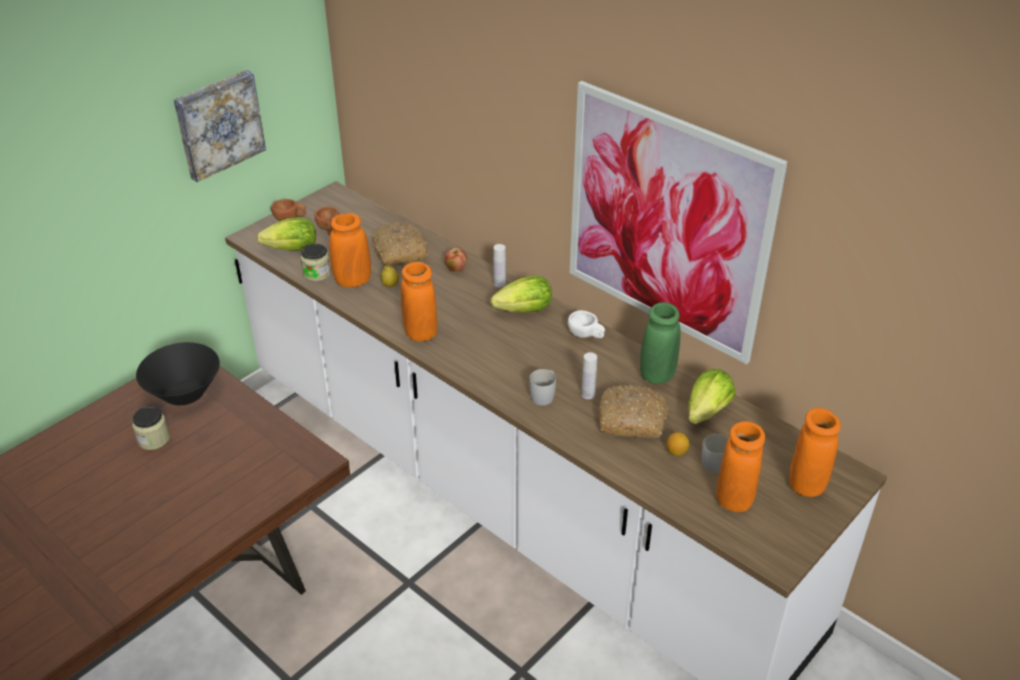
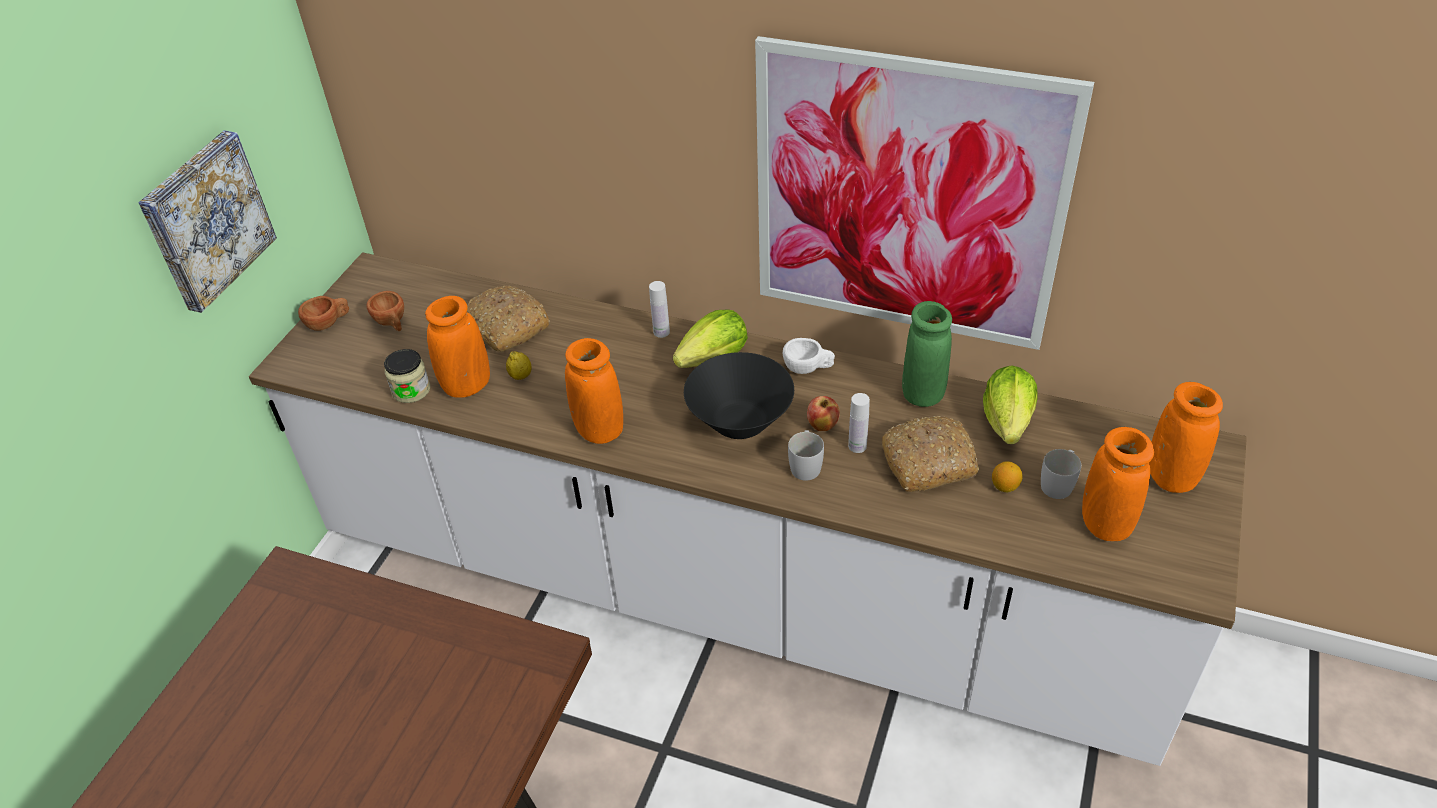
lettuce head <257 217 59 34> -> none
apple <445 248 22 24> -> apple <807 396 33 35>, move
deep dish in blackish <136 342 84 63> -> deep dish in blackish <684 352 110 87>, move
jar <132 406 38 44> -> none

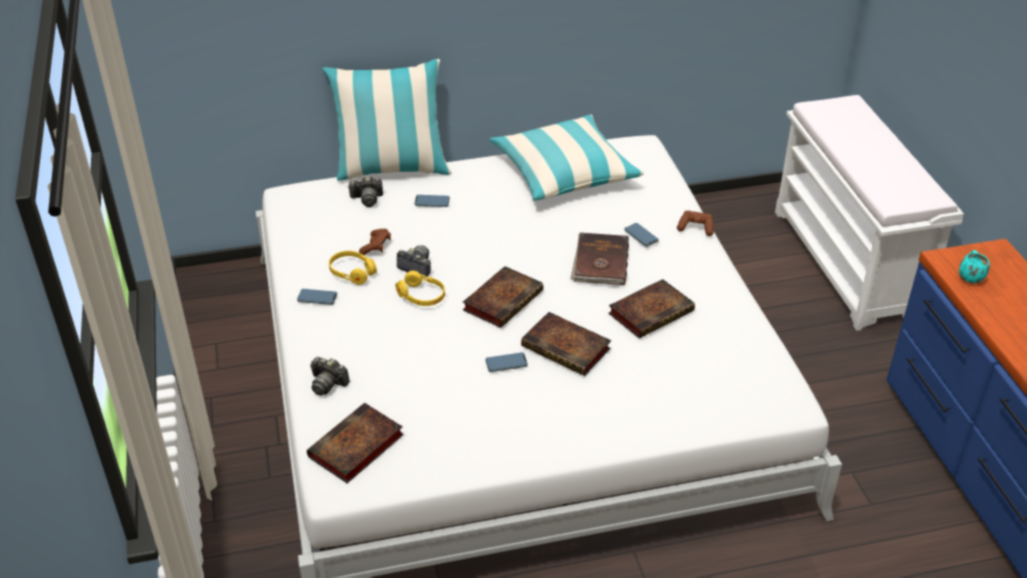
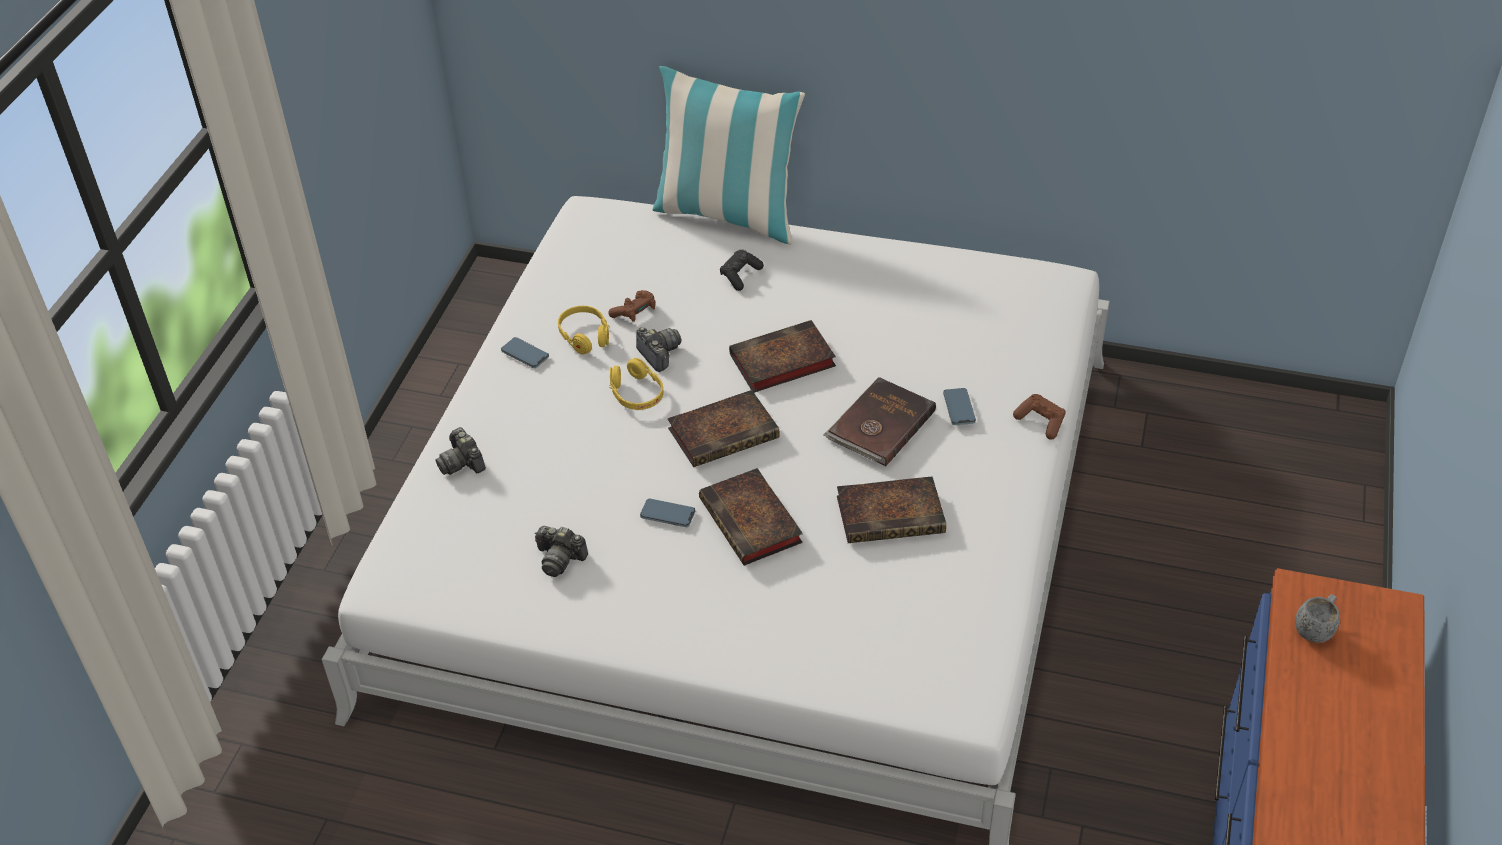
indoor bench in white <775 95 189 236> -> none
throw pillow <489 114 155 87> -> none
photo camera <348 176 35 31> -> photo camera <535 526 53 51>, move
phone <415 195 35 12> -> game controller in blackish <720 250 44 41>
mug in blue-green <959 250 31 33> -> mug in gray <1295 594 45 49>
bound book <307 403 97 80> -> bound book <729 320 107 73>, move

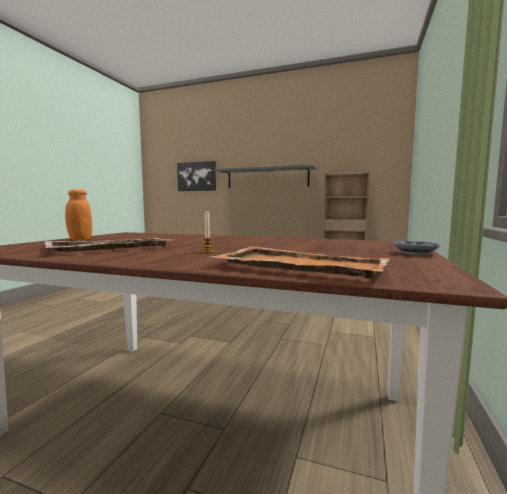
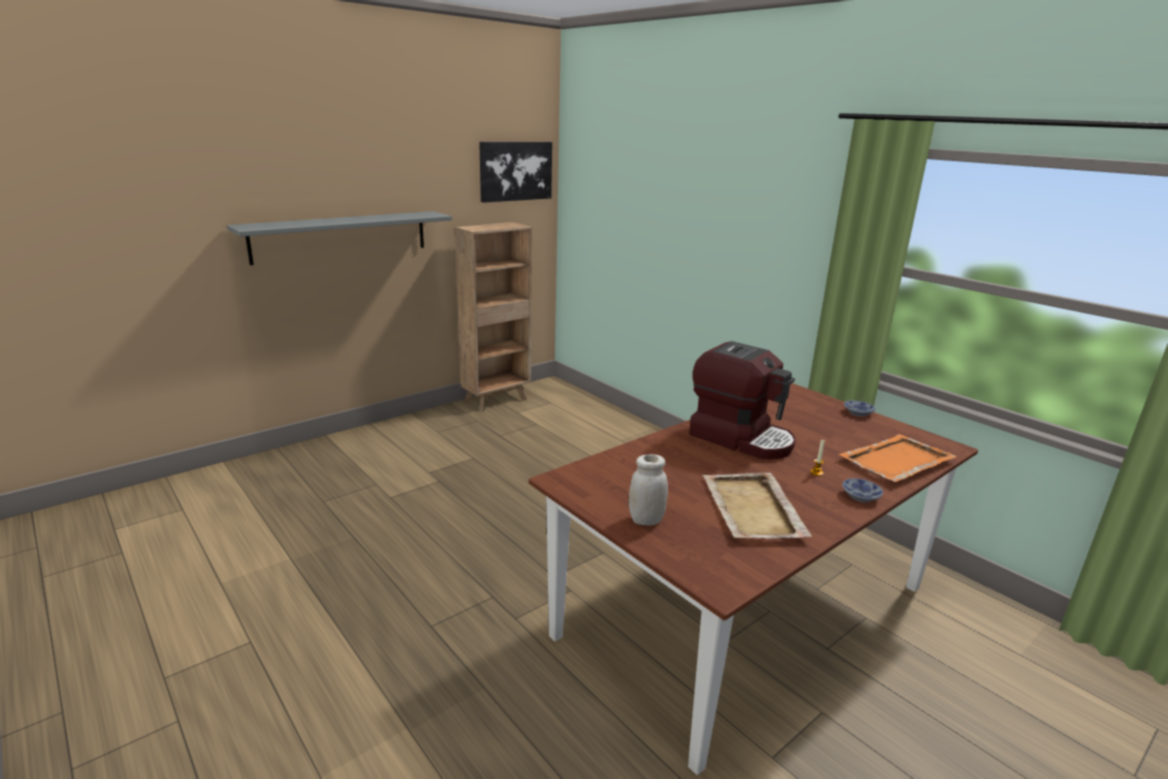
wall art <177 161 39 30> -> wall art <479 142 73 61>, move
jar in orange-coloured <65 190 27 51> -> jar in white <629 454 39 72>
none -> coffee machine <689 341 107 118>
none -> deep dish <842 478 41 24>

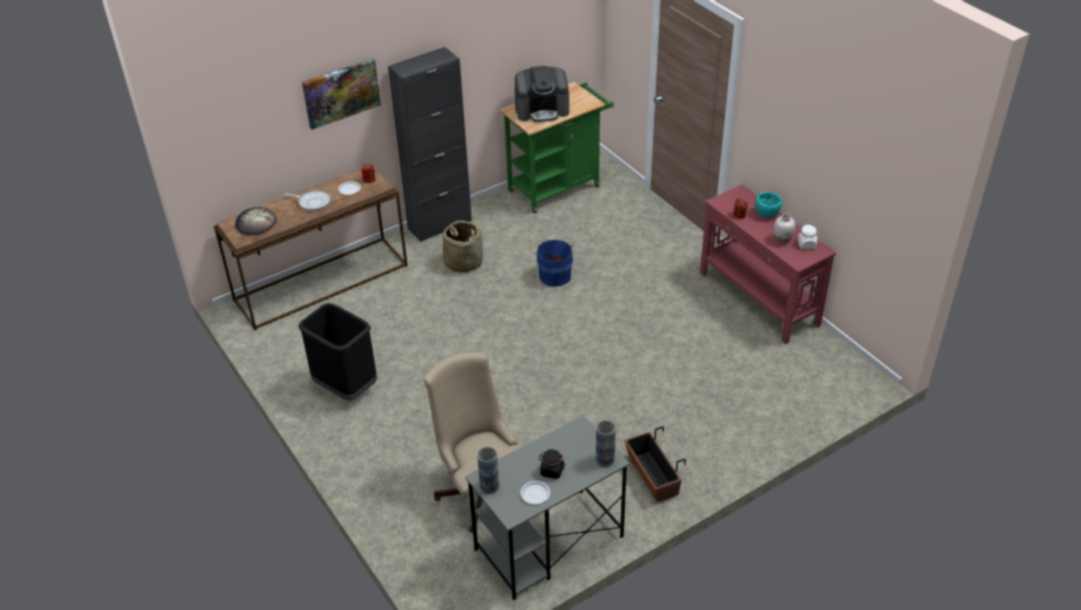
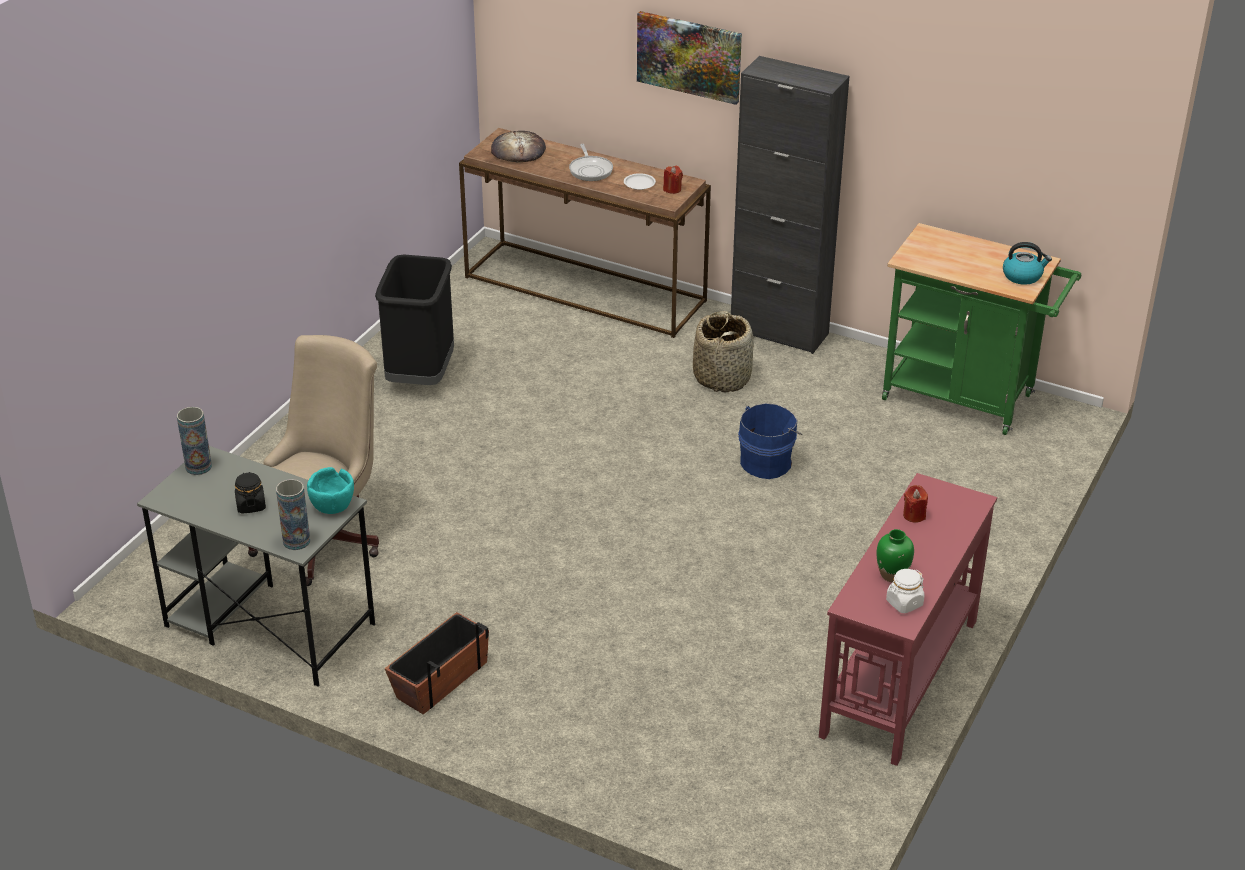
coffee machine <514 66 55 56> -> none
deep dish in blue-green <755 192 27 26> -> deep dish in blue-green <307 467 47 47>, move
vase in white <774 214 22 30> -> vase in green <876 529 38 53>
flat dish in white <521 481 29 23> -> none
none -> kettle <1003 242 49 43>

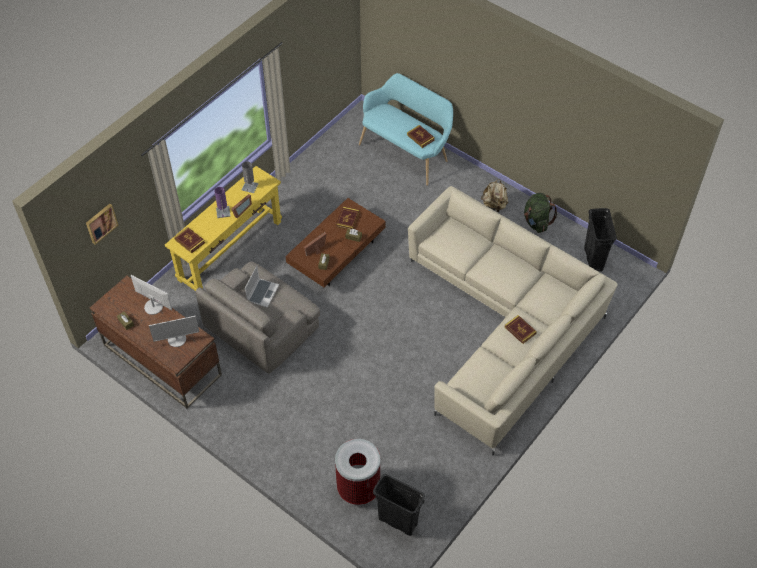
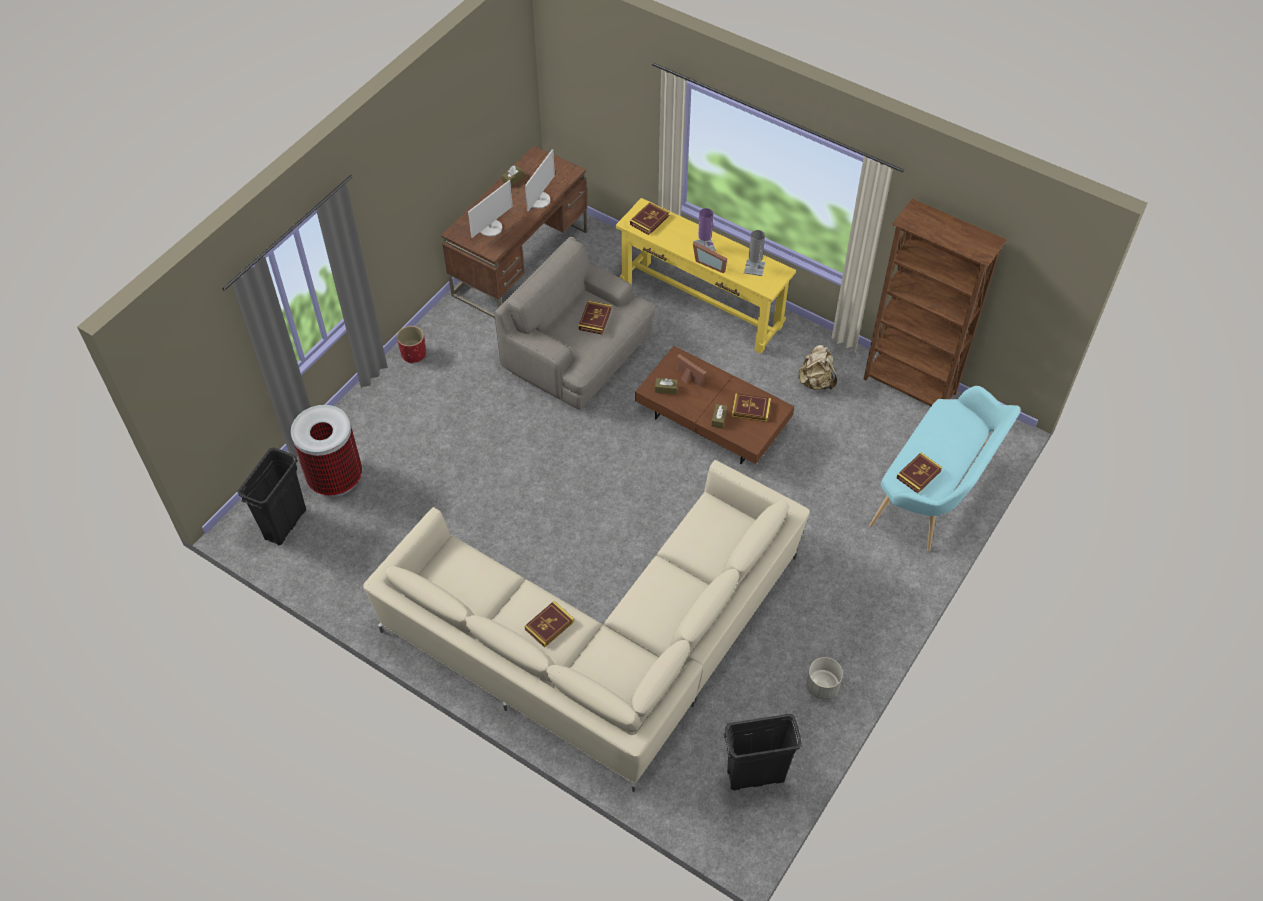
knapsack in beige-coloured <481 179 27 33> -> knapsack in beige-coloured <798 345 39 45>, move
knapsack in green <524 193 34 40> -> plant pot in gray <806 657 37 43>
wall art <86 204 33 41> -> none
portable computer <245 266 34 42> -> bound book <578 301 34 34>
monitor <149 316 50 31> -> monitor <468 180 45 58>, 120 degrees counterclockwise
none -> shelving unit in brown <863 199 144 207>
none -> plant pot in reddish <397 326 29 37>

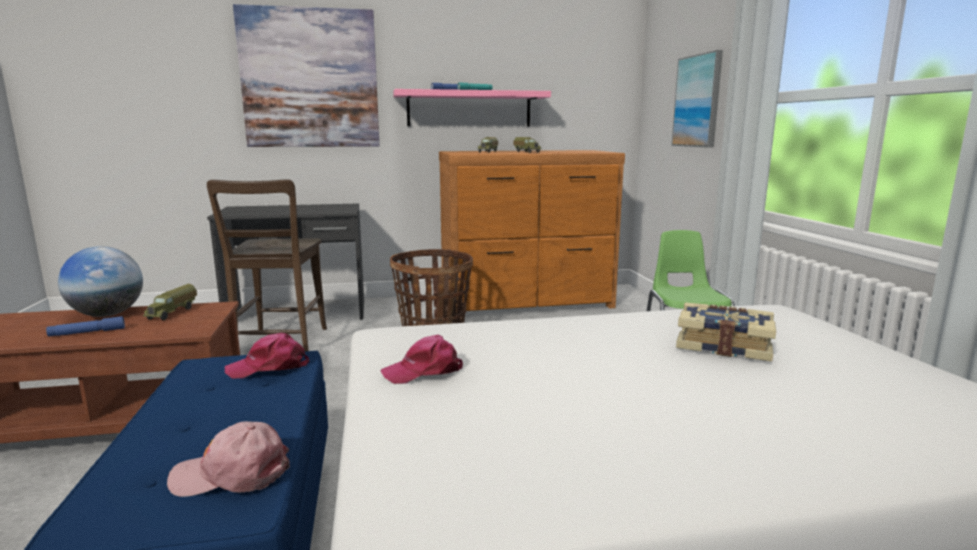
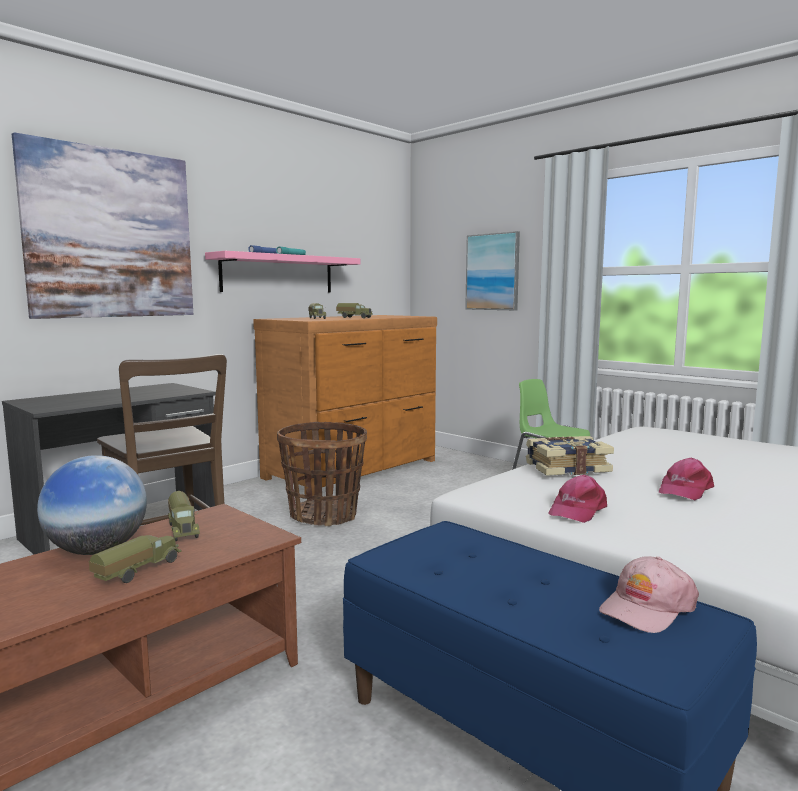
bound book <676 302 100 60> -> bound book <526 436 88 40>, move
flashlight in blue <46 316 79 21> -> toy truck <89 535 93 48>
peaked cap in pinkish <225 333 85 46> -> peaked cap in pinkish <659 457 55 43>, move

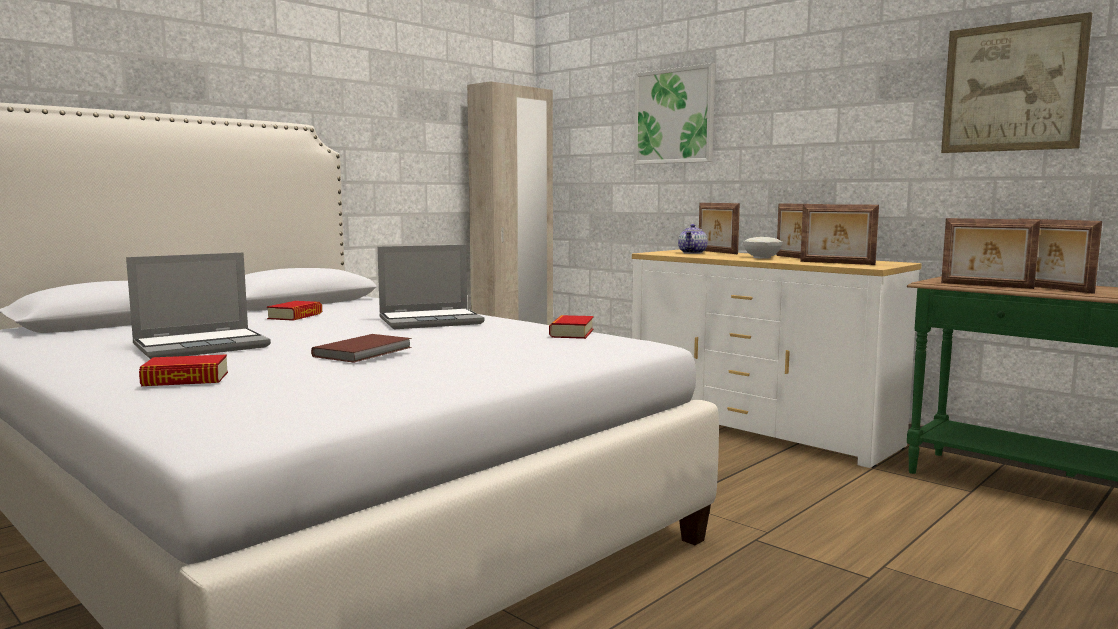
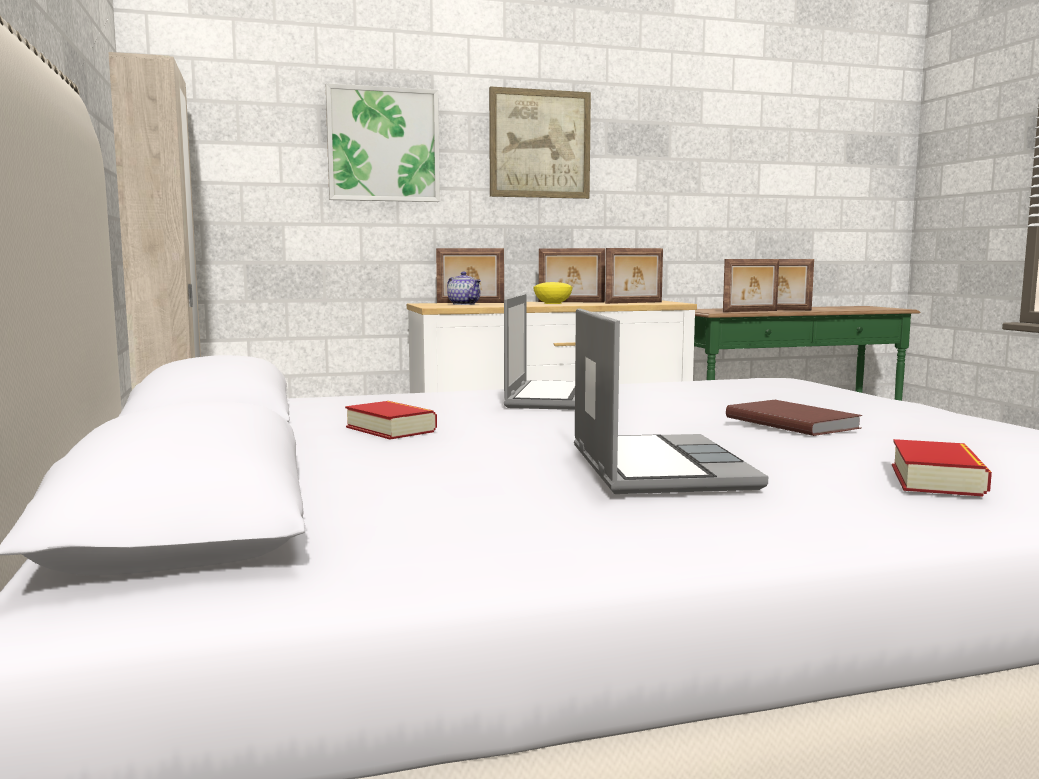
wall art <941 12 151 141> -> wall art <489 86 102 113>, move
deep dish in white <743 237 40 22> -> deep dish in yellow-coloured <533 282 39 22>
bound book <549 315 45 24> -> none

